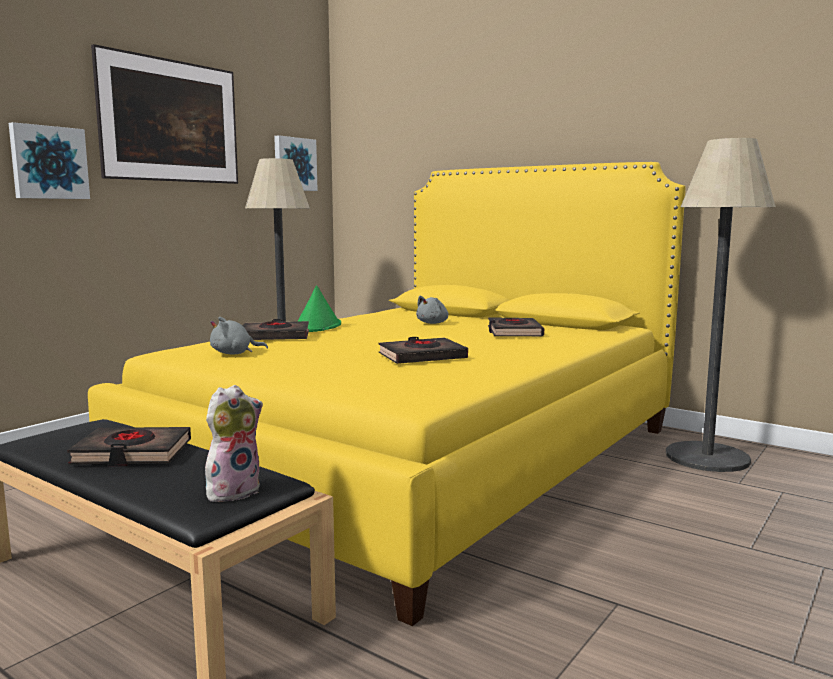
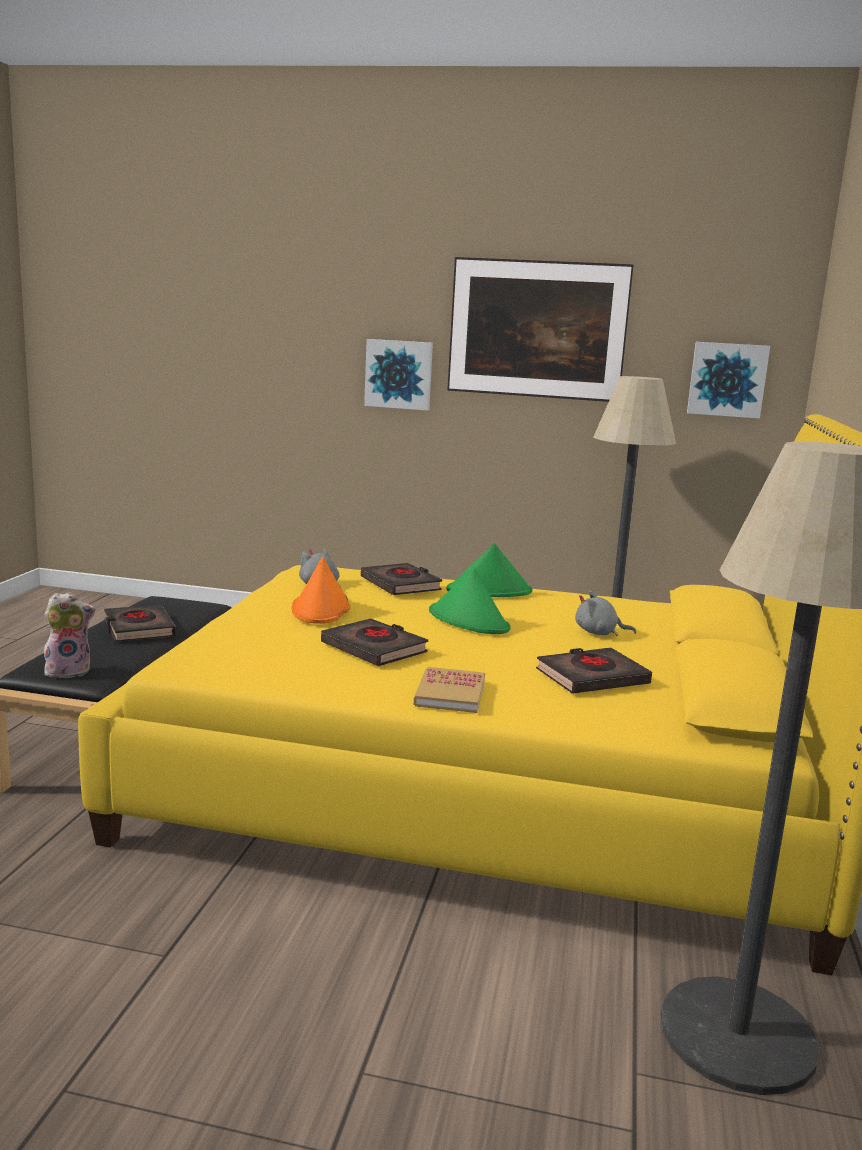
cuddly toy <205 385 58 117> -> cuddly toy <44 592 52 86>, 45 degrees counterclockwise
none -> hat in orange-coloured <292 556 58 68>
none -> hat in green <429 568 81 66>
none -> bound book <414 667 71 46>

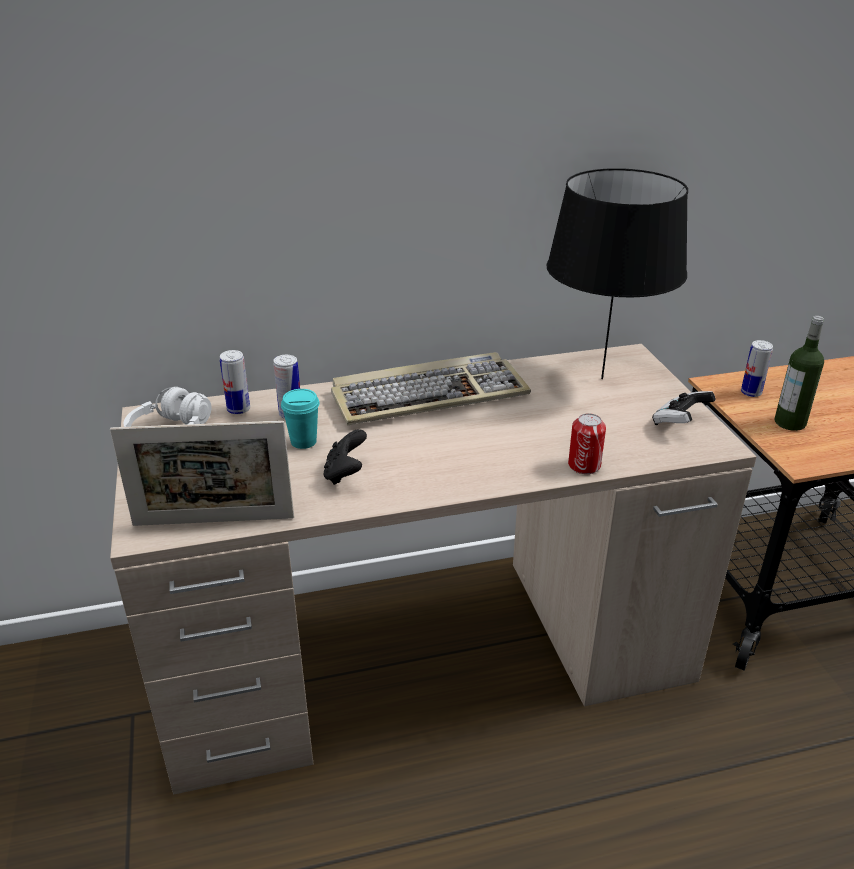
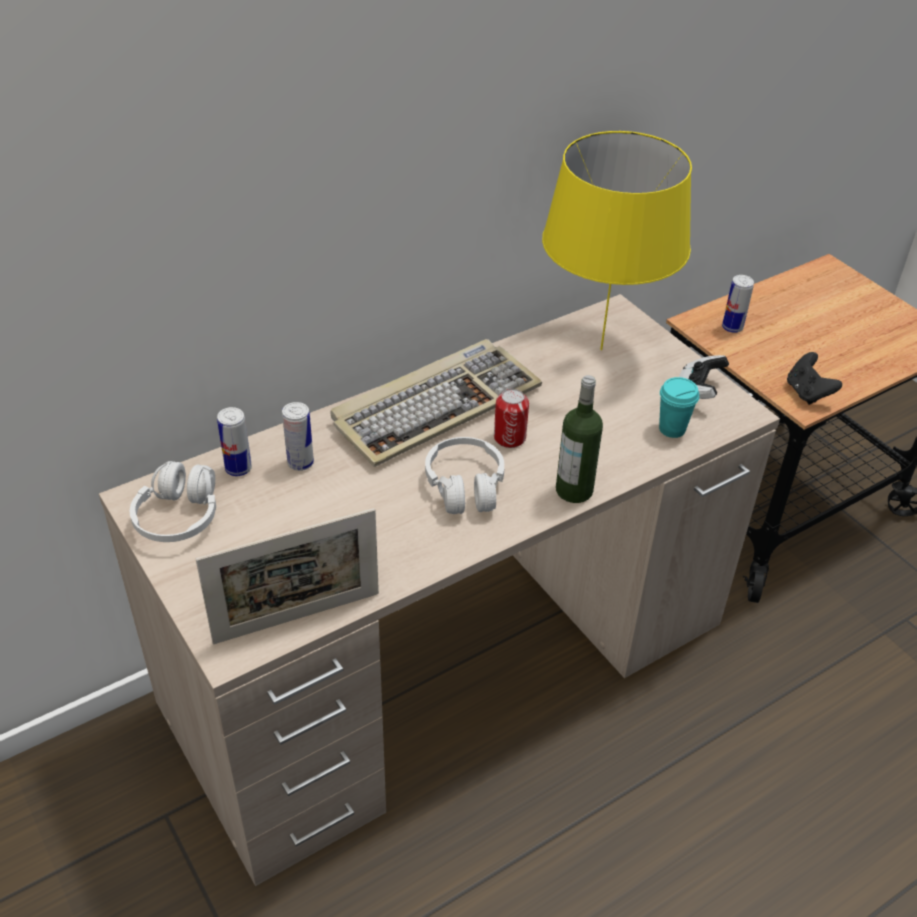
tabletop lamp in blackish <546 168 142 211> -> tabletop lamp in yellow-coloured <542 131 150 219>
bottle <775 316 49 115> -> bottle <556 375 47 128>, move
cup in blue-green <281 389 39 60> -> cup in blue-green <659 377 40 61>, move
sealed can <568 413 38 61> -> sealed can <494 389 35 59>, move
game controller in blackish <323 429 44 56> -> game controller in blackish <787 352 55 53>, move
none -> headphones in white <425 437 80 77>

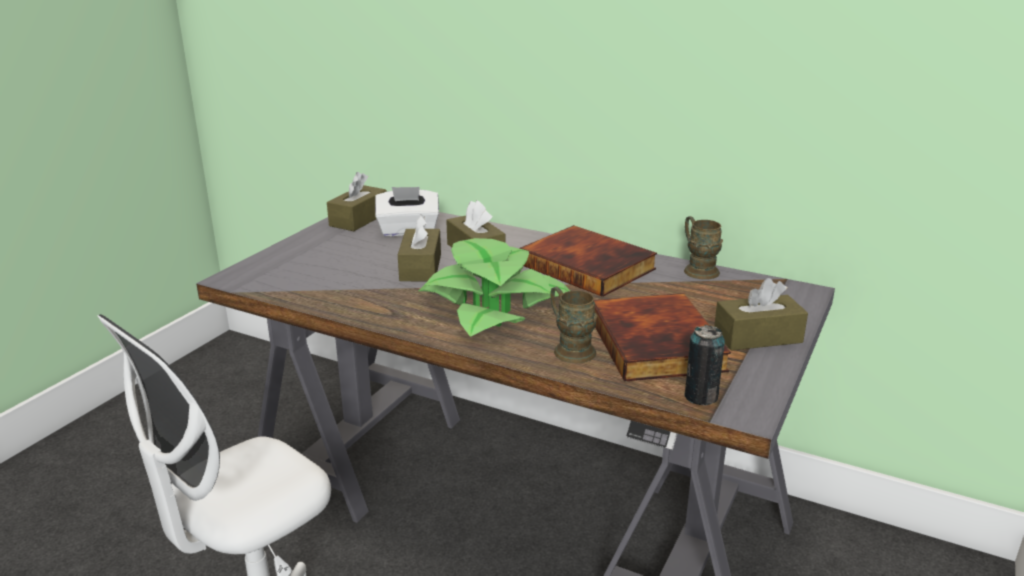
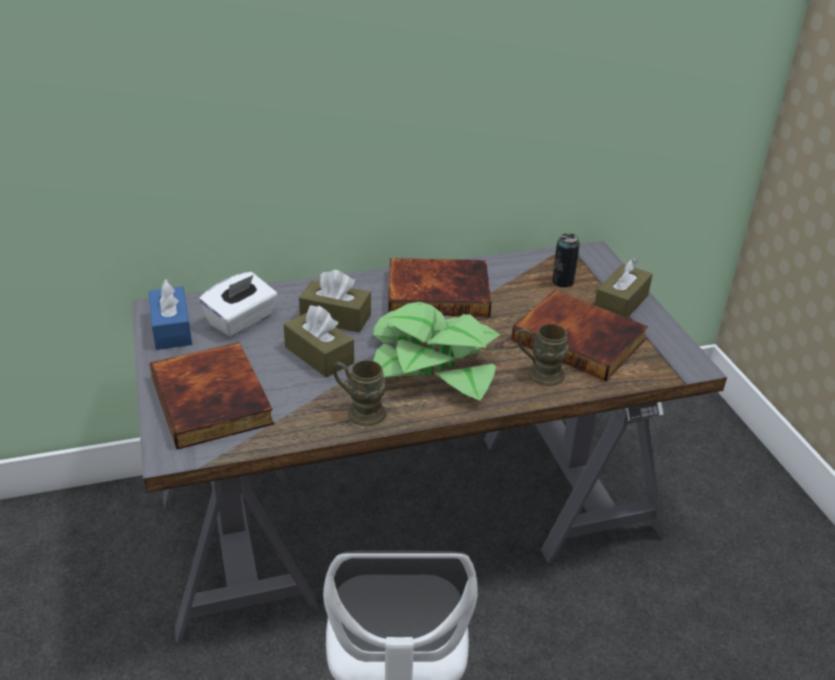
tissue holder in brown <327 172 60 59> -> tissue holder in blue <148 279 44 71>
mug in brown <684 216 39 64> -> mug in brown <333 360 53 66>, move
sealed can <684 325 41 80> -> sealed can <552 233 28 55>, move
none -> bound book <150 342 124 108>

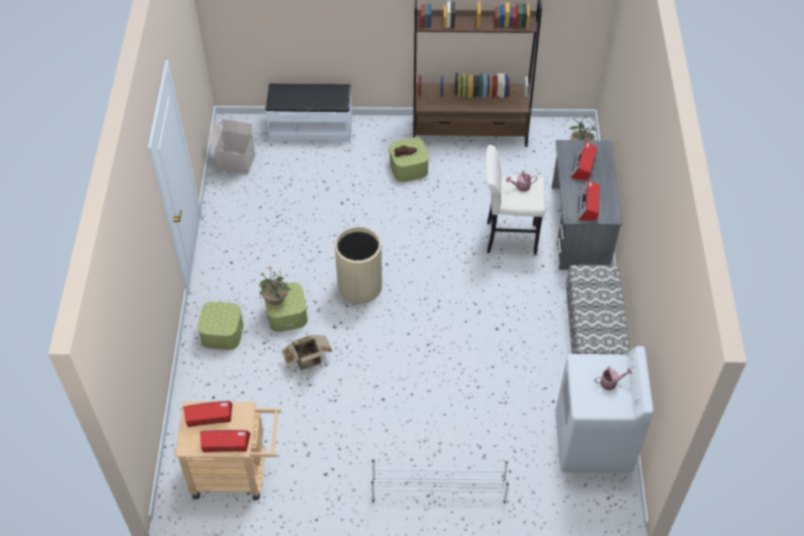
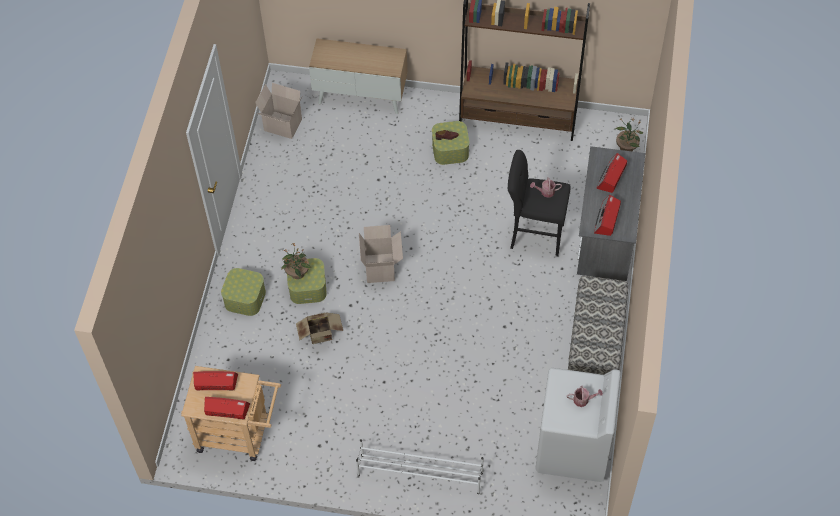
indoor bench in white <265 83 87 59> -> cabinet <309 38 98 76>
stool seat in beige-coloured <486 145 59 110> -> stool seat in blackish <508 150 62 106>
rubbish bin in beige-coloured <335 227 47 77> -> packing box <359 225 44 58>

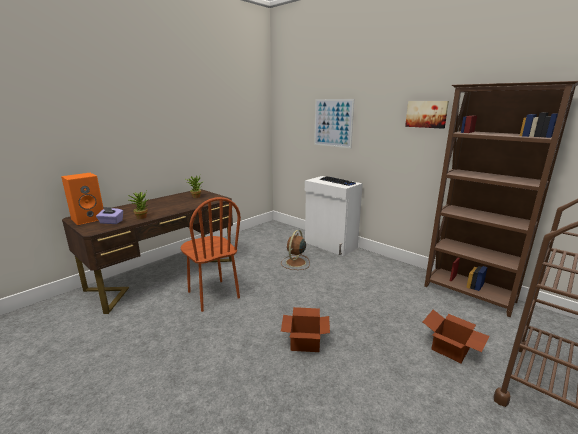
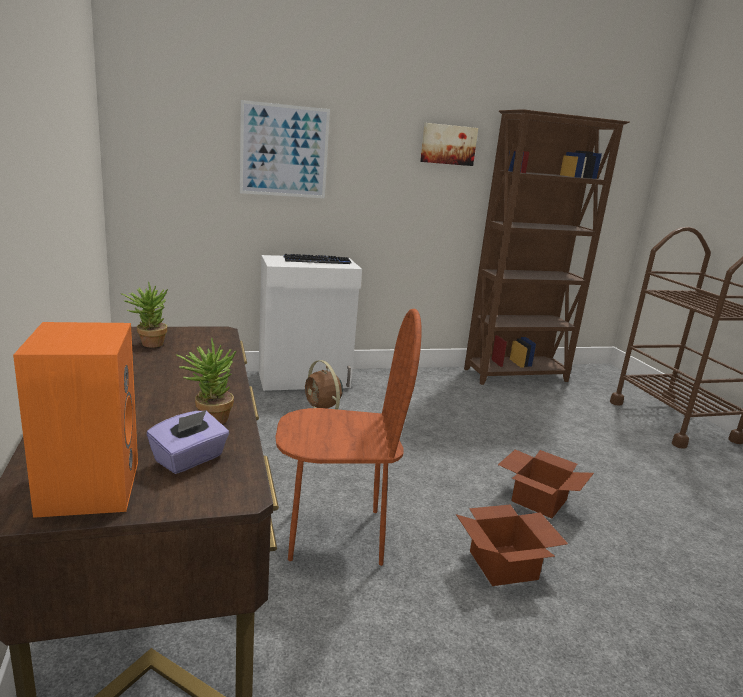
packing box <423 310 67 53> -> packing box <456 504 112 82>, move

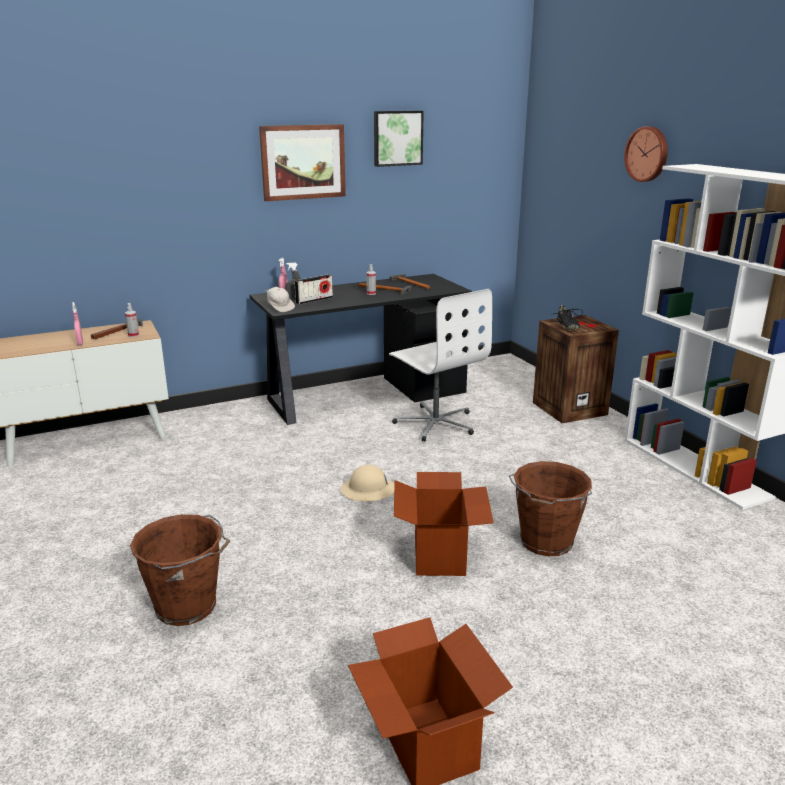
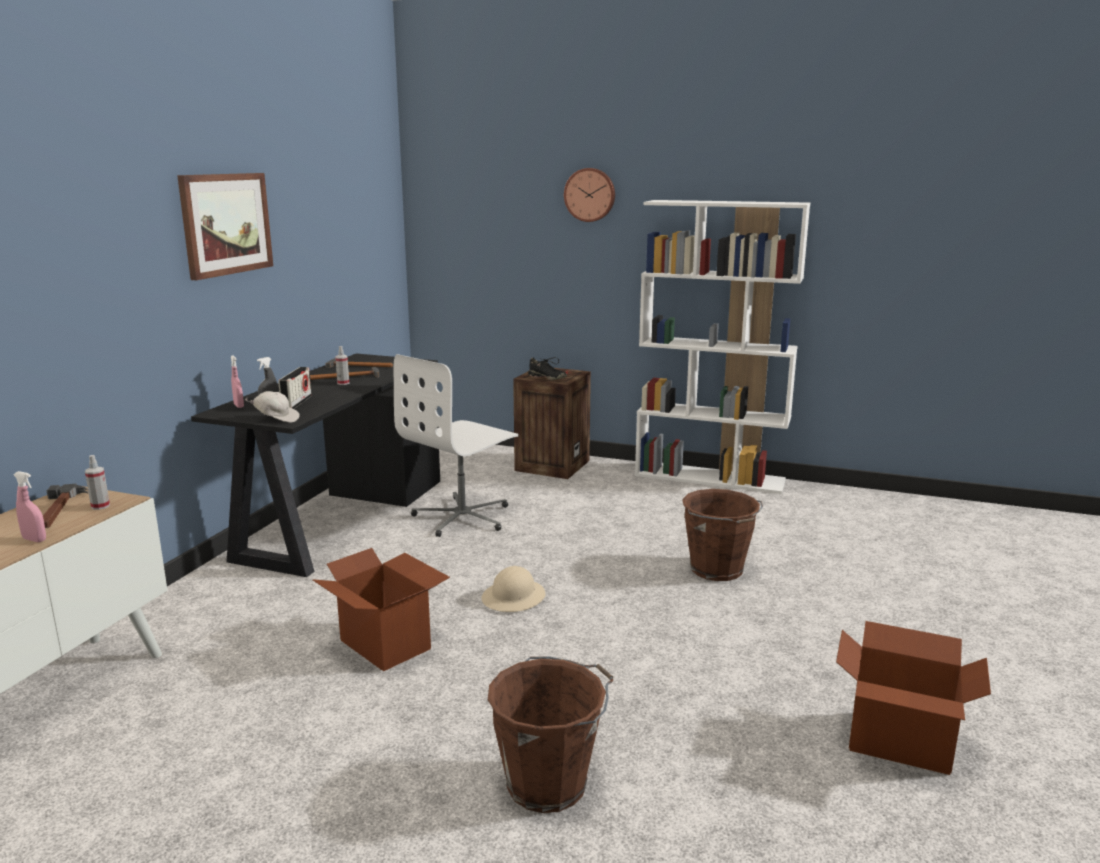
wall art <374 111 50 56> -> none
desk chair in white <389 289 103 153> -> desk chair in white <394 354 125 183>, 120 degrees clockwise
packing box <394 472 100 104> -> packing box <312 548 138 123>, move

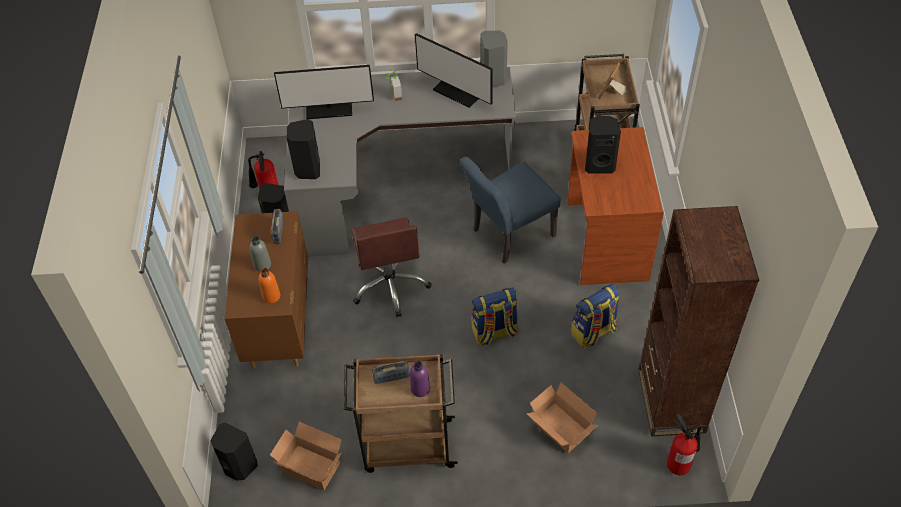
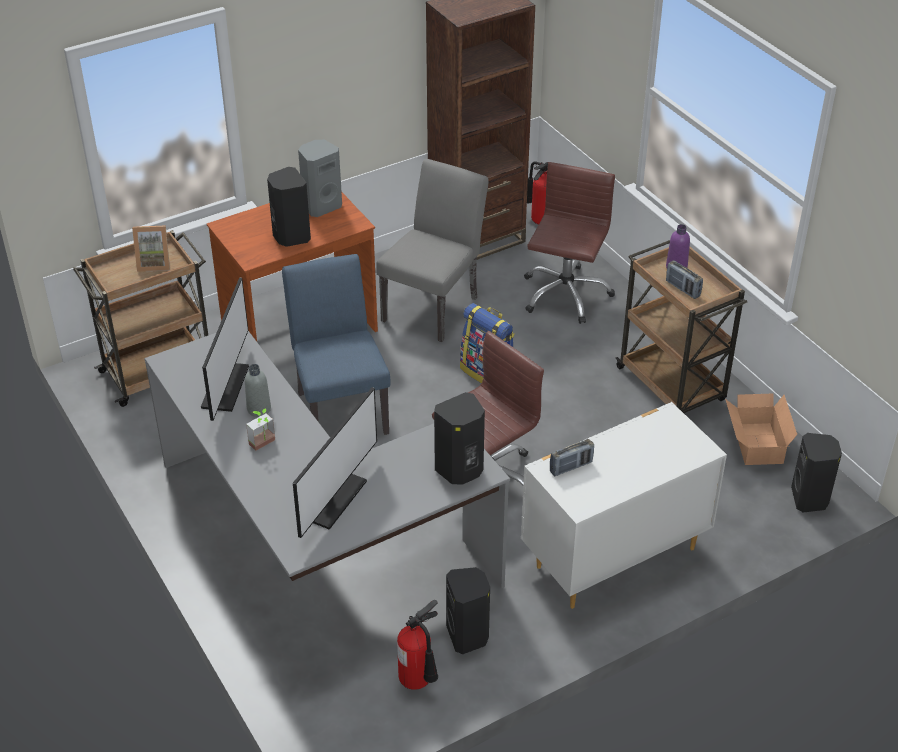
loudspeaker in gray <480 31 27 57> -> loudspeaker in gray <298 140 44 77>, move
monitor <274 65 100 54> -> monitor <293 387 84 151>, 60 degrees clockwise
upright chair in blue <460 156 101 108> -> upright chair in blue <282 254 109 181>, 135 degrees counterclockwise
chest of drawers in brown <224 211 84 158> -> chest of drawers in white <521 402 206 207>
bottle in gray <249 236 22 36> -> bottle in gray <245 364 26 53>, move
bottle in orange-coloured <258 268 22 36> -> none
knapsack <571 284 49 64> -> upright chair in gray <376 159 112 183>
packing box <527 383 71 70> -> desk chair in brown <524 162 91 162>

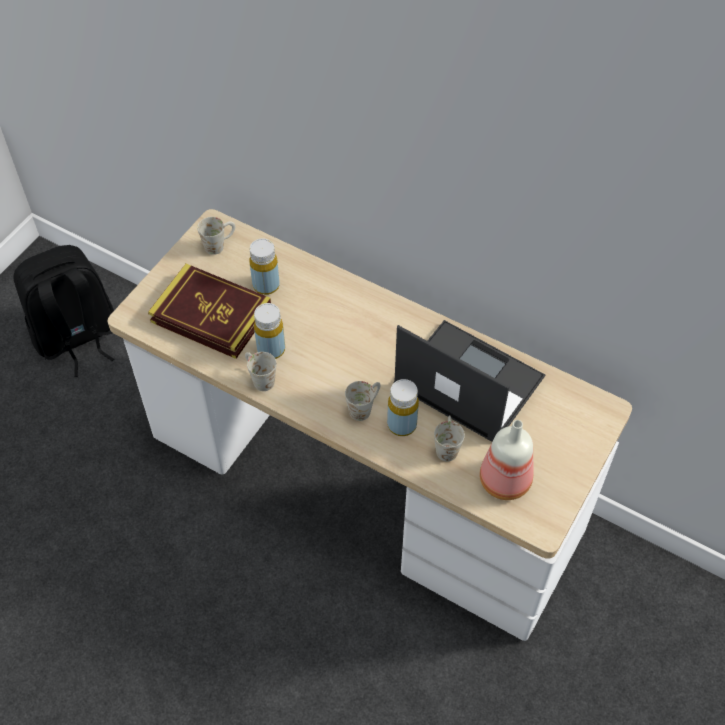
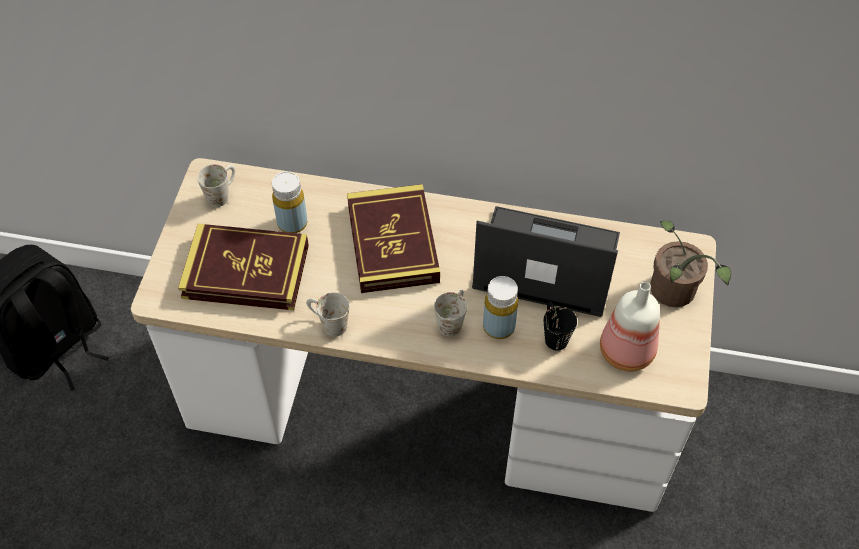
bottle in yellow-coloured <254 303 31 56> -> none
mug in white <434 415 31 46> -> mug in blackish <544 301 33 49>
none -> bound book <347 184 93 109>
none -> plant in a pot <650 221 81 86>

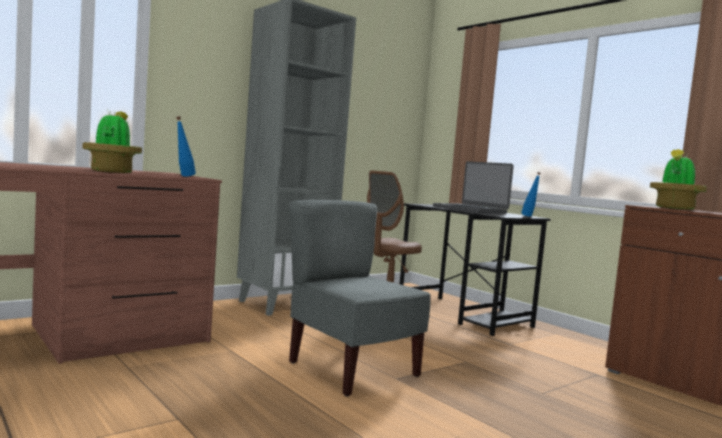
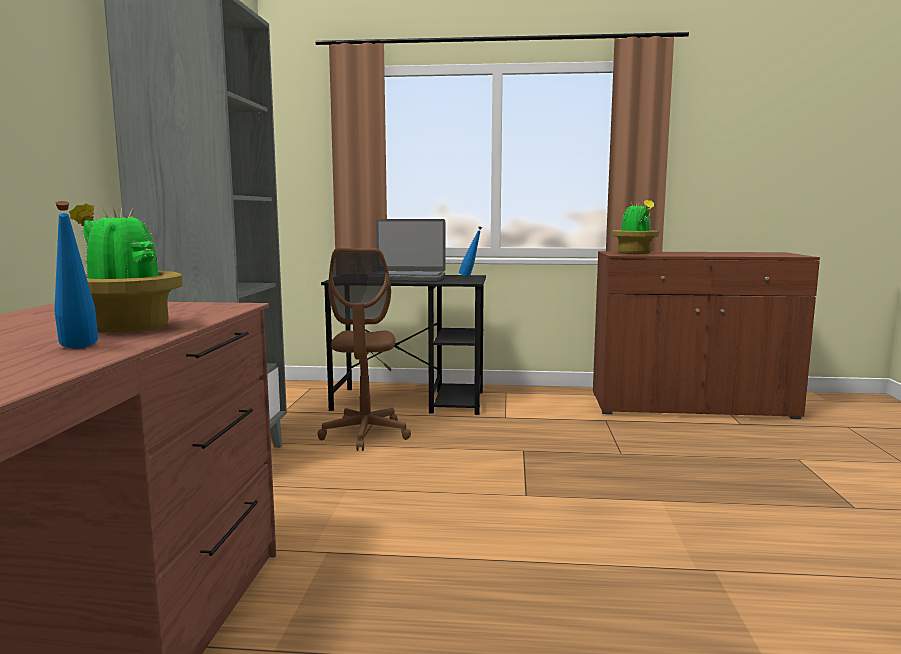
bottle in blue <176 116 20 60> -> bottle in blue <54 201 44 147>, move
upright chair in gray <289 200 142 197> -> none

